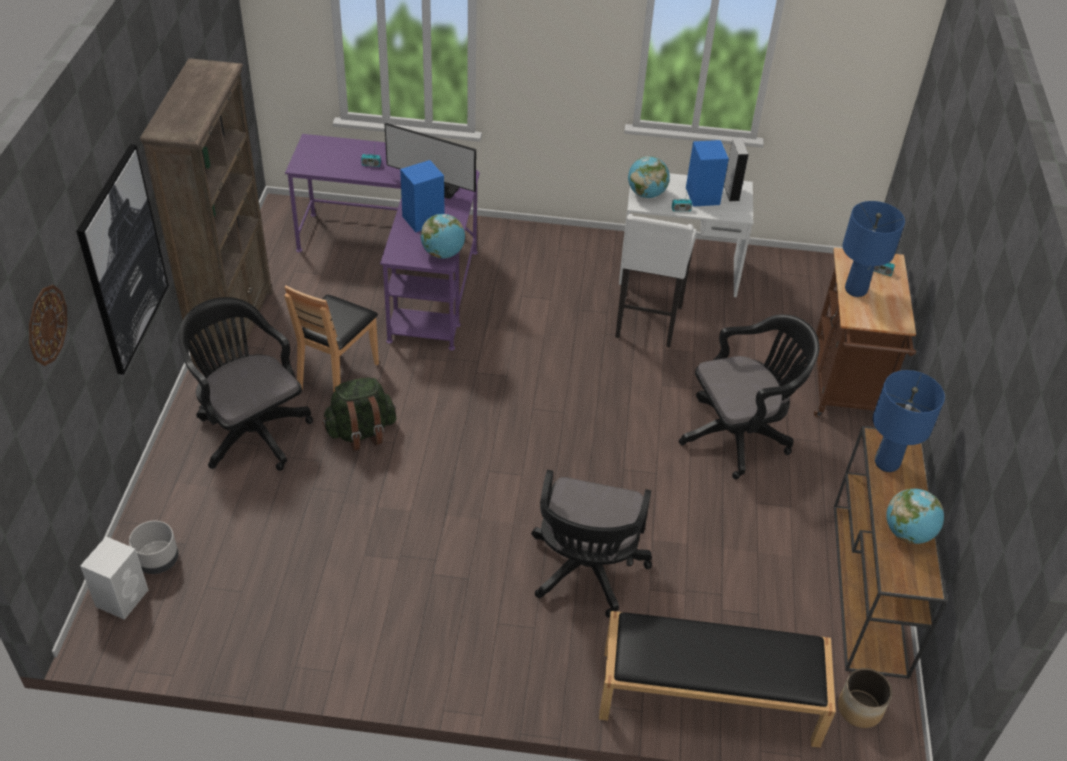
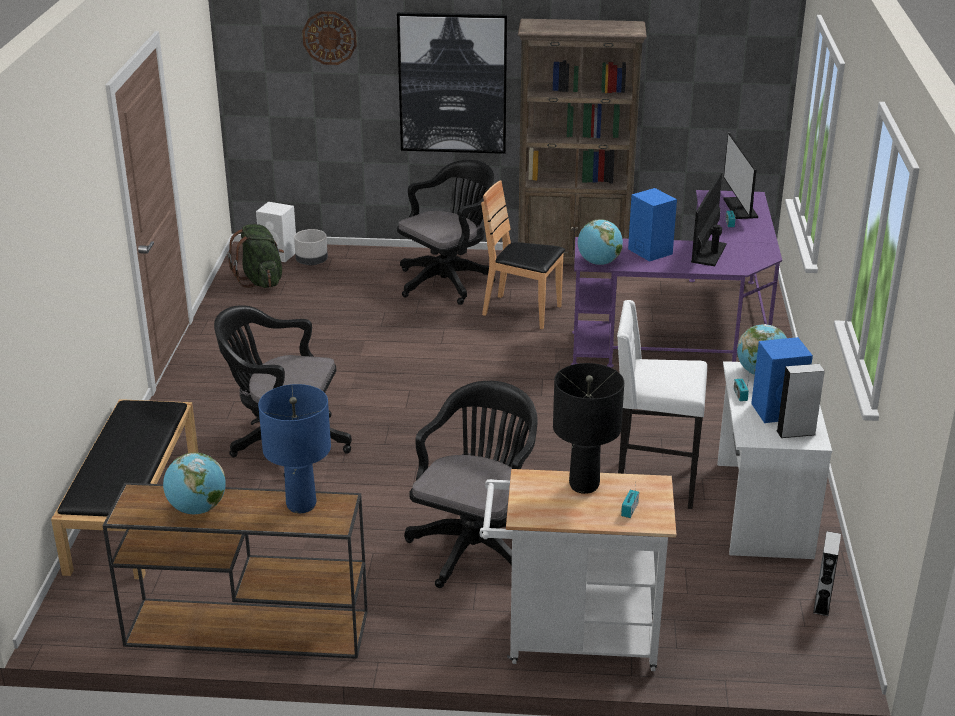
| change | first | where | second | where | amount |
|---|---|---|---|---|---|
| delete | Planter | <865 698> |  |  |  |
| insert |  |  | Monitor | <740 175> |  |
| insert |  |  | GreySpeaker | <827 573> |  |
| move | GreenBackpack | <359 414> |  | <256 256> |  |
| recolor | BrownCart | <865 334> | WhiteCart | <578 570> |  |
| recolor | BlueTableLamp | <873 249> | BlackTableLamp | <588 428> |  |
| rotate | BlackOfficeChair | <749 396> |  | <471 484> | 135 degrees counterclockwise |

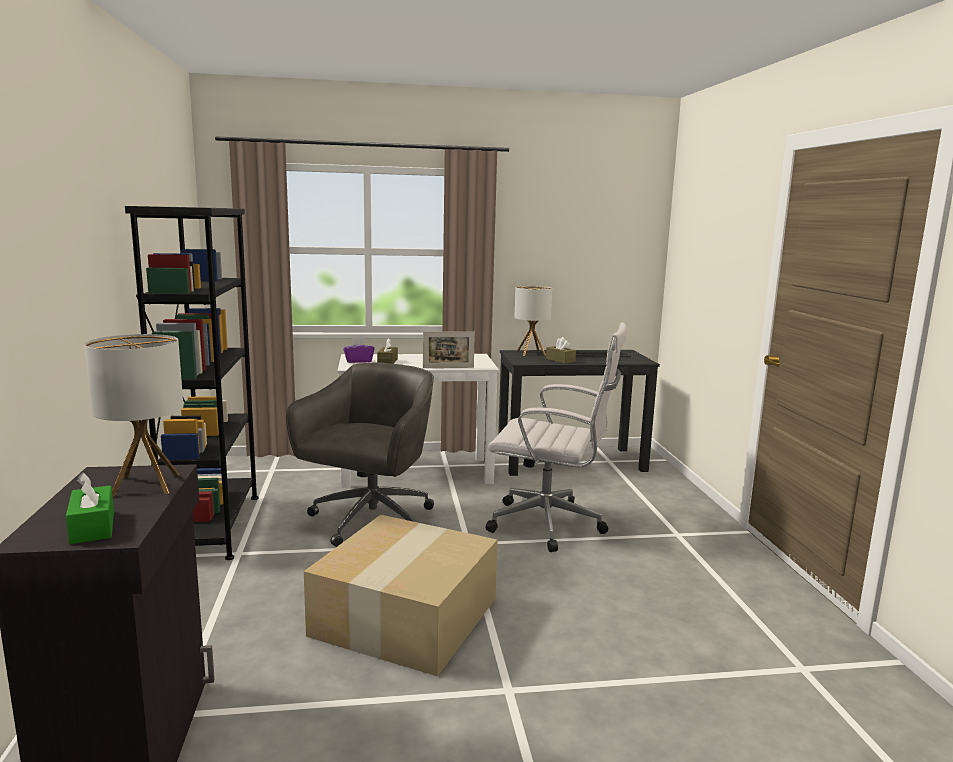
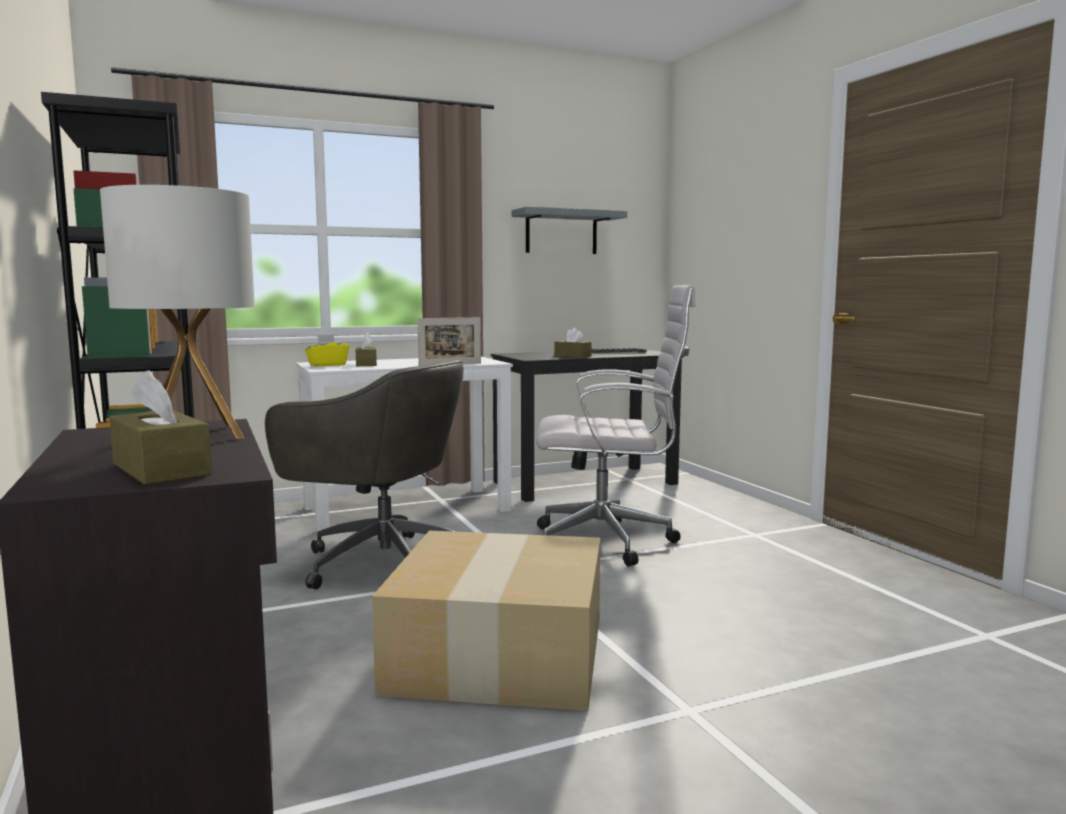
| change | first | where | second | where | amount |
|---|---|---|---|---|---|
| delete | TableLamp | <533 321> |  |  |  |
| insert |  |  | GreyShelf | <569 230> |  |
| recolor | GreenTissueBox | <90 508> | BrownTissueBox | <161 427> |  |
| recolor | PurpleTissueBox | <359 350> | YellowTissueBox | <327 350> |  |
| rotate | GreyOfficeChair | <360 455> |  | <364 474> | 105 degrees clockwise |

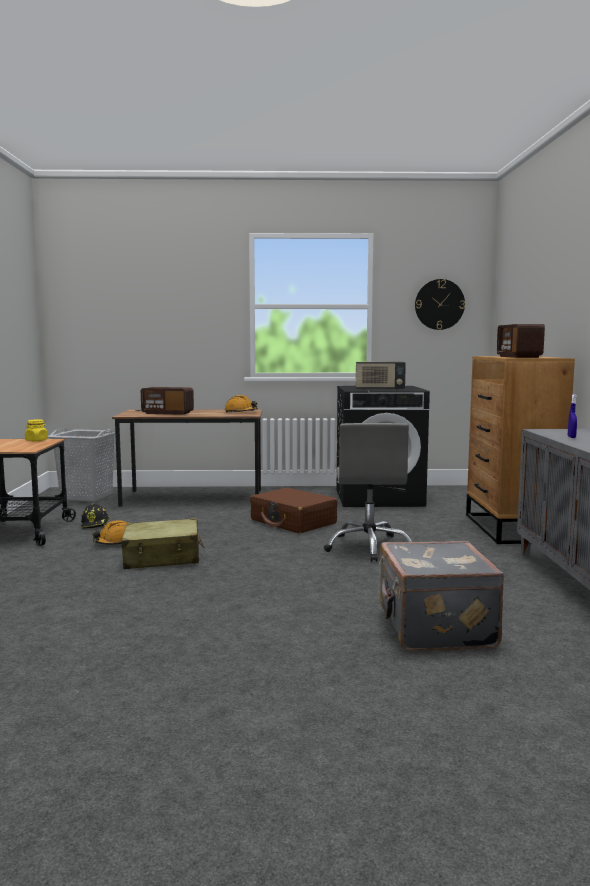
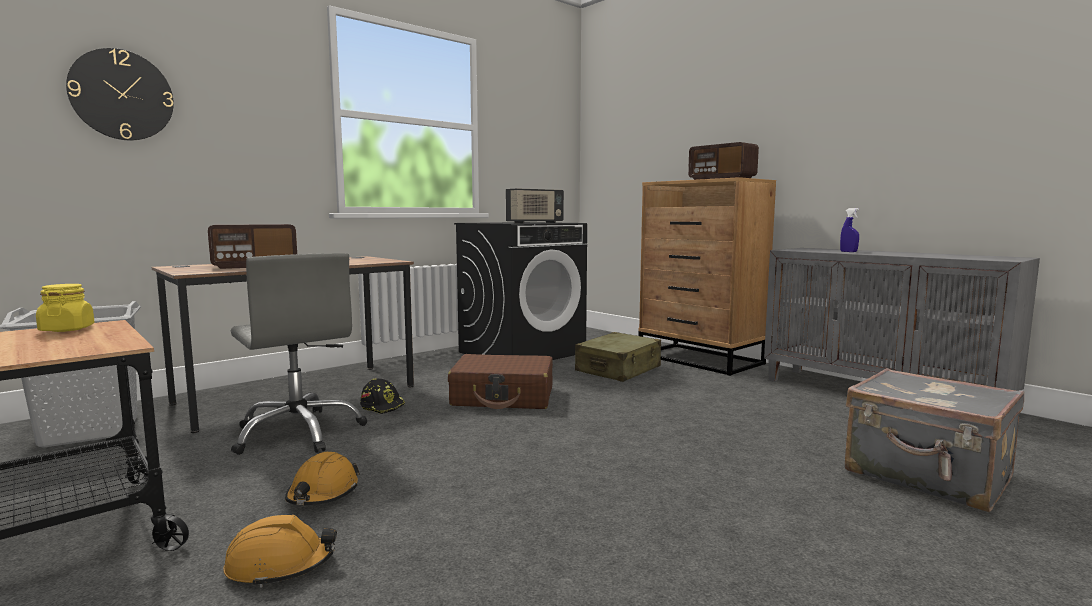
| change | first | where | second | where | amount |
|---|---|---|---|---|---|
| move | BlackHardHat | <95 516> |  | <382 396> |  |
| move | BeigeSuitcase | <162 543> |  | <618 357> |  |
| move | OrangeHardHat | <241 404> |  | <280 551> |  |
| move | GreyOfficeChair | <368 492> |  | <299 354> |  |
| move | WallClock | <440 304> |  | <120 94> |  |

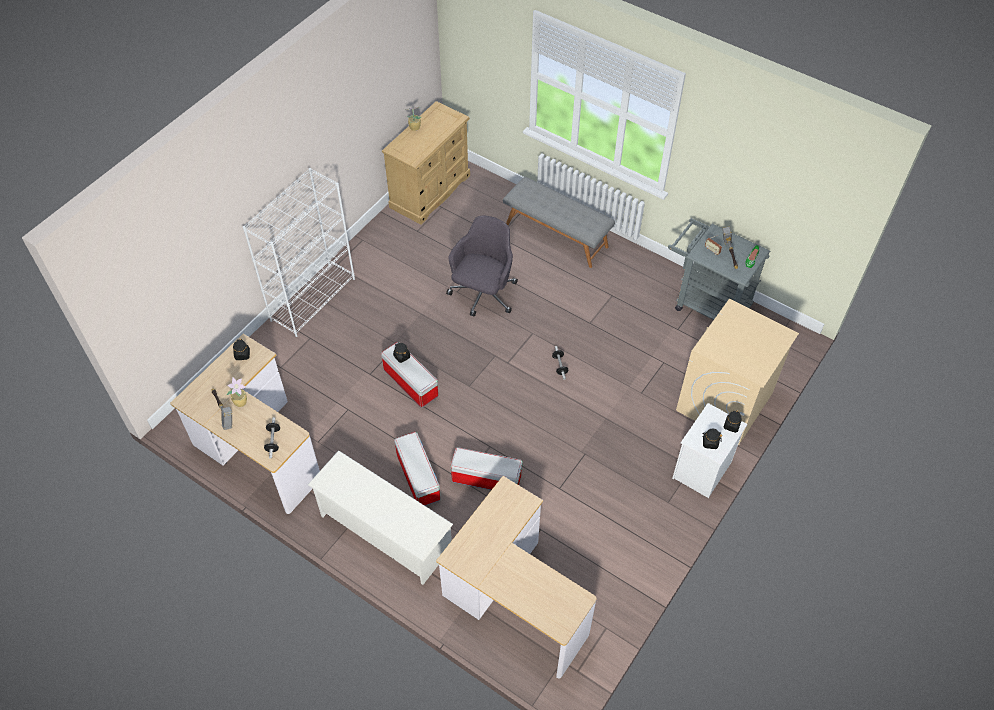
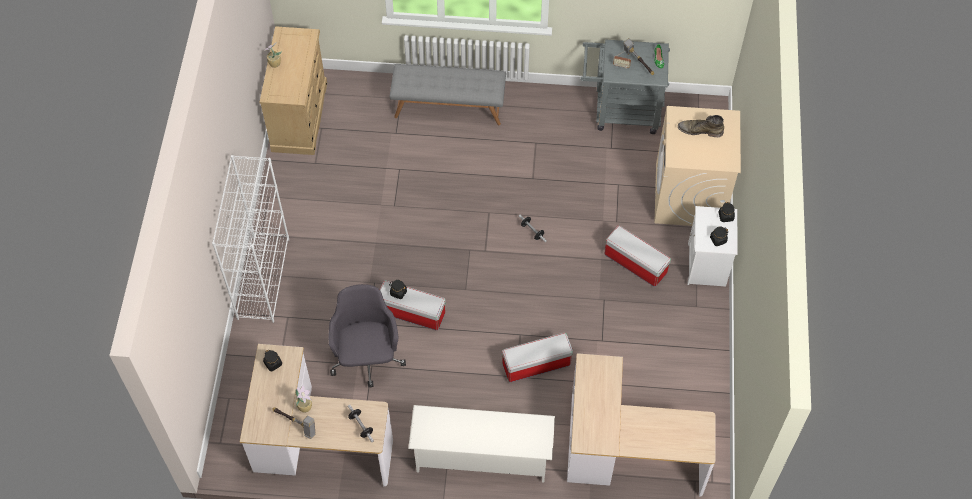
| change | first | where | second | where | amount |
|---|---|---|---|---|---|
| insert |  |  | GreenBoot | <701 126> |  |
| move | StorageBox | <417 469> |  | <637 256> |  |
| move | GreyOfficeChair | <482 266> |  | <367 335> |  |

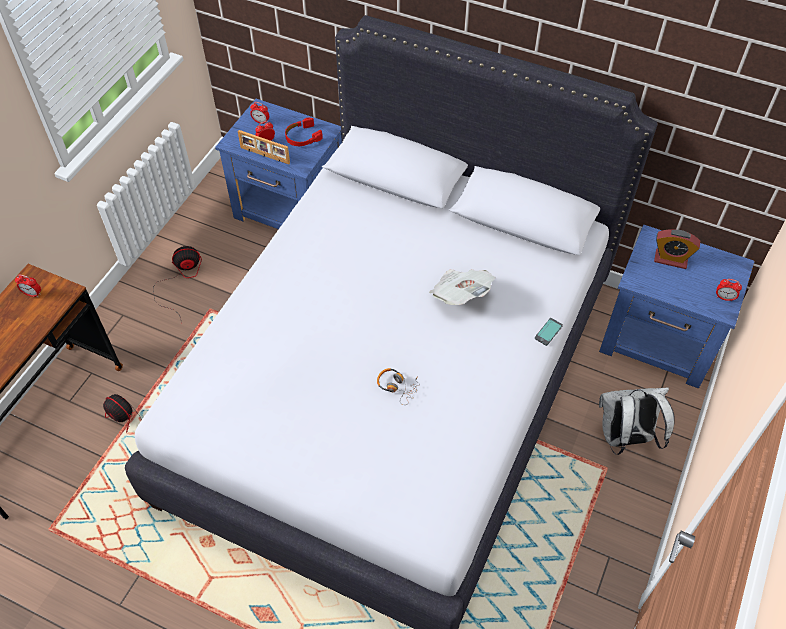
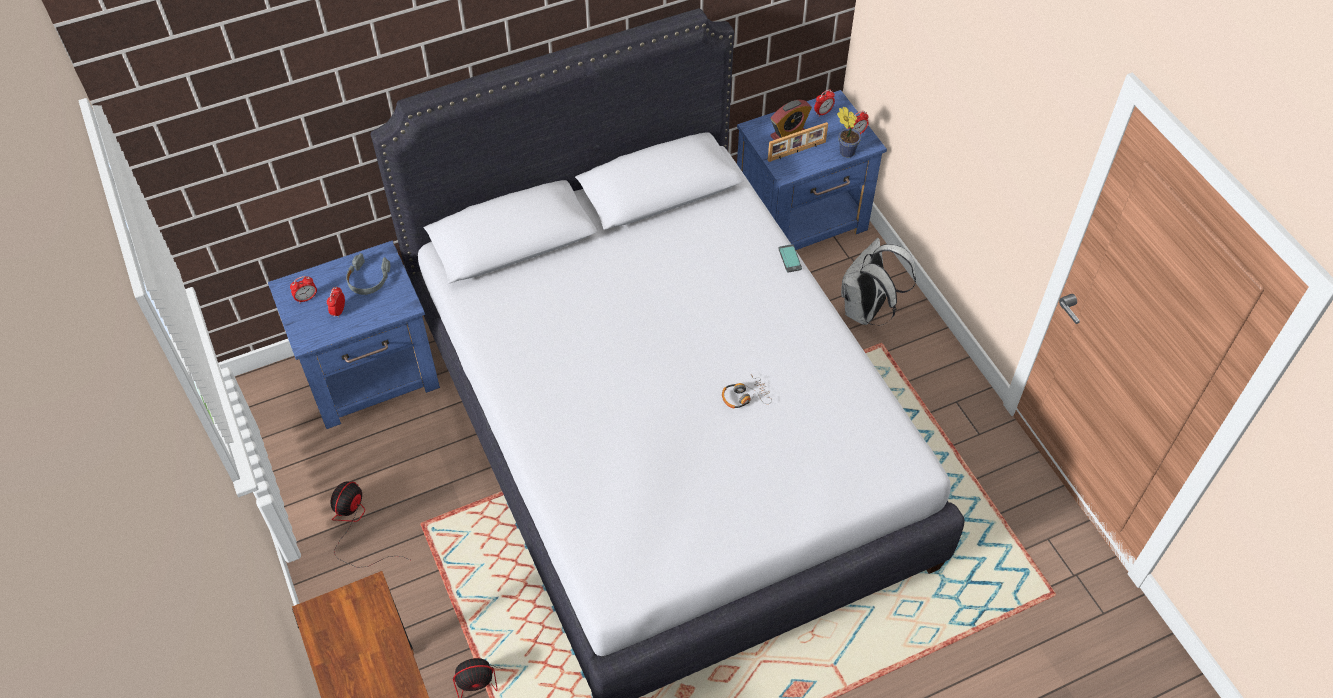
| change | first | where | second | where | amount |
|---|---|---|---|---|---|
| delete | Newspaper | <462 287> |  |  |  |
| insert |  |  | PottedPlant | <849 132> |  |
| move | AlarmClock | <28 286> |  | <824 103> |  |
| move | PictureFrame | <264 147> |  | <798 142> |  |
| recolor | RedHeadphones | <304 132> | GreyHeadphones | <368 274> |  |

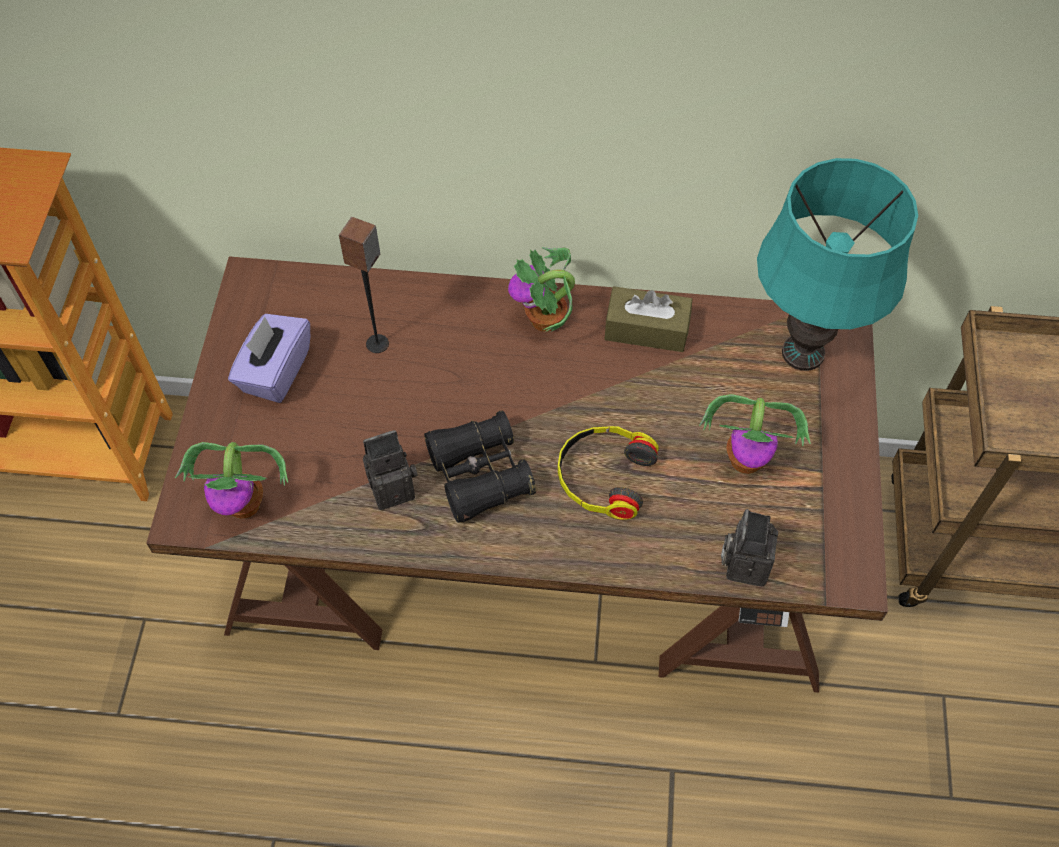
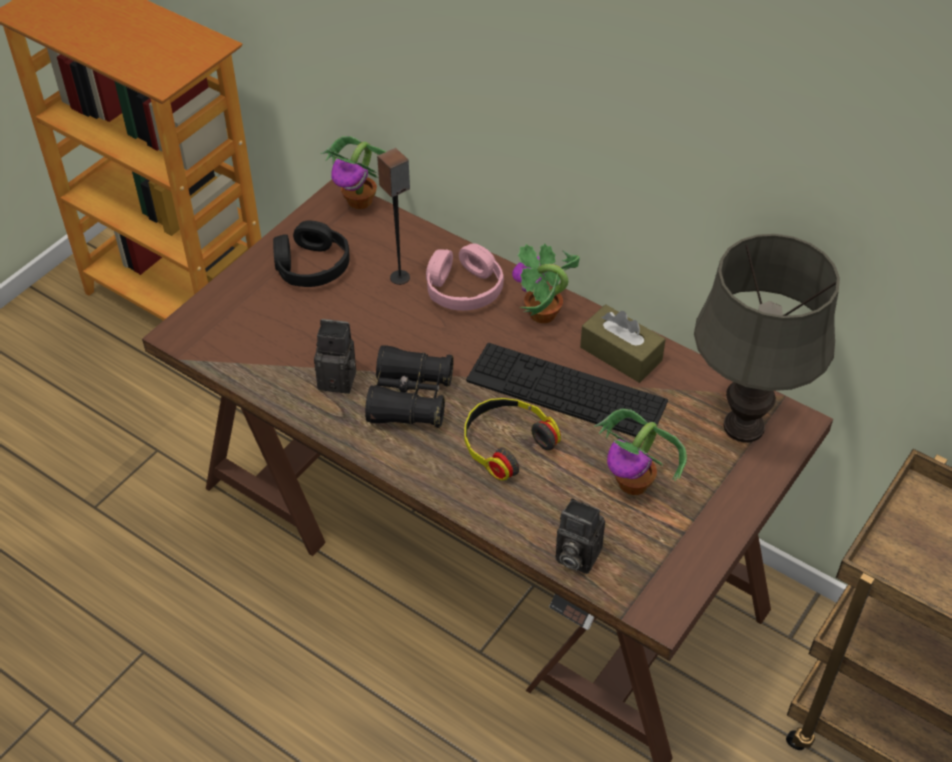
| change | first | where | second | where | amount |
|---|---|---|---|---|---|
| insert |  |  | PinkHeadphones | <465 277> |  |
| insert |  |  | Keyboard | <567 391> |  |
| move | PottedPlant | <231 480> |  | <353 172> |  |
| replace | PurpleTissueBox | <269 358> | BlackHeadphones | <311 253> |  |
| recolor | TurquoiseTableLamp | <837 264> | GreyTableLamp | <767 338> |  |
| rotate | PhotoCamera | <749 548> |  | <580 536> | 105 degrees counterclockwise |

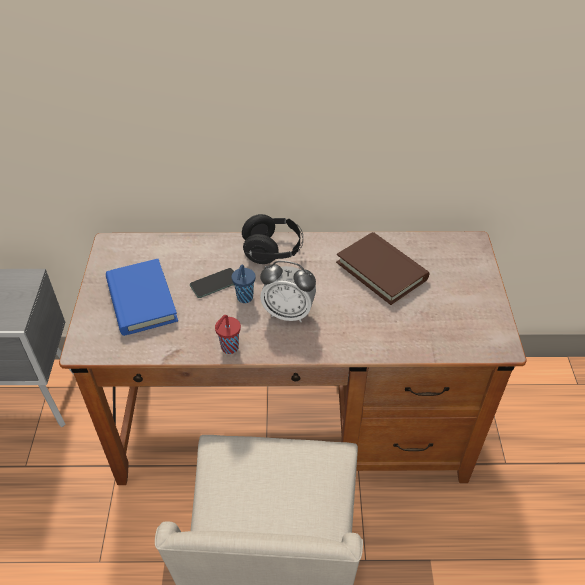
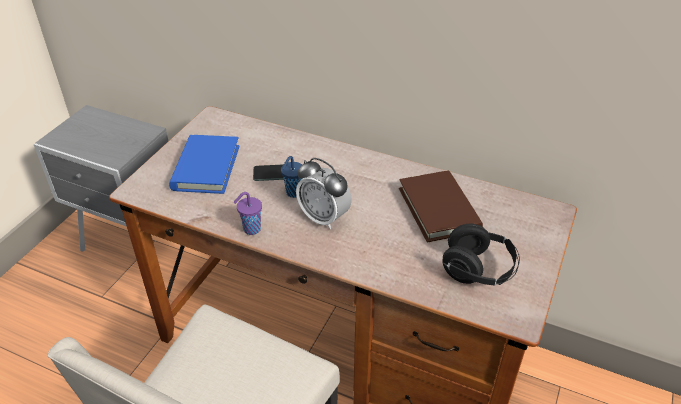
| change | first | where | second | where | amount |
|---|---|---|---|---|---|
| move | BlackHeadphones | <272 239> |  | <481 255> |  |
| recolor | RedCup | <228 334> | PurpleCup | <247 213> |  |

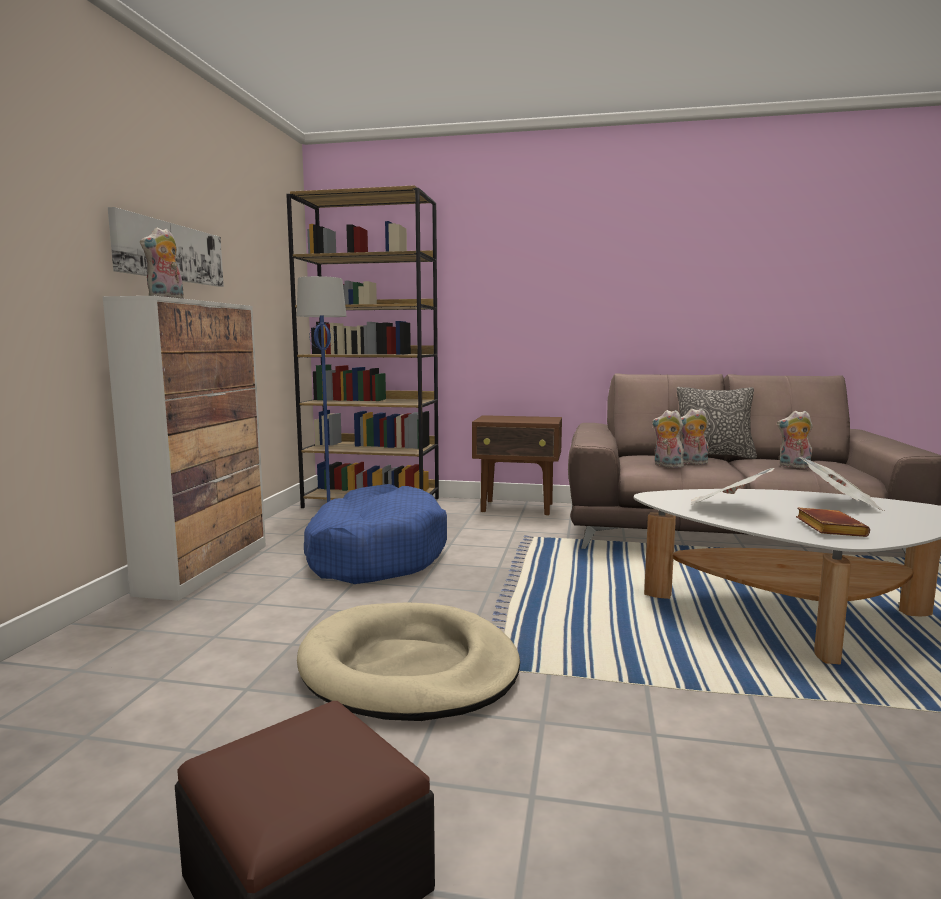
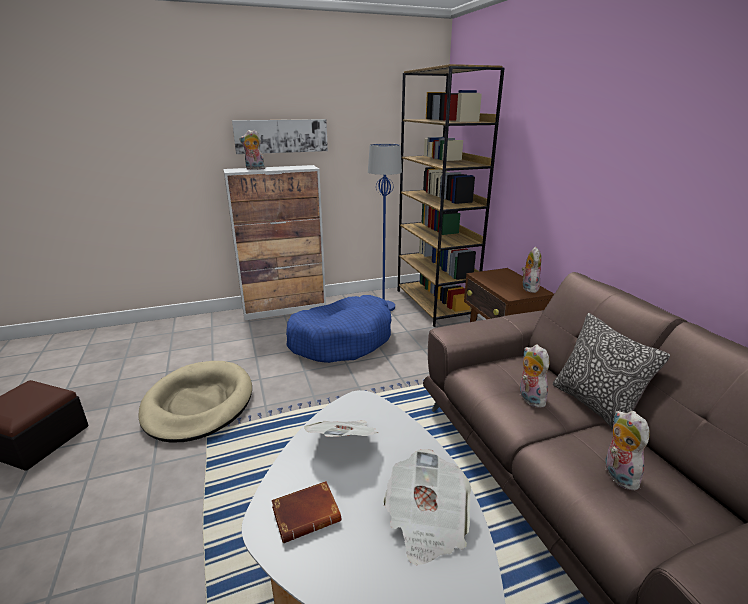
| change | first | where | second | where | amount |
|---|---|---|---|---|---|
| move | PlushToy | <668 439> |  | <531 269> |  |

